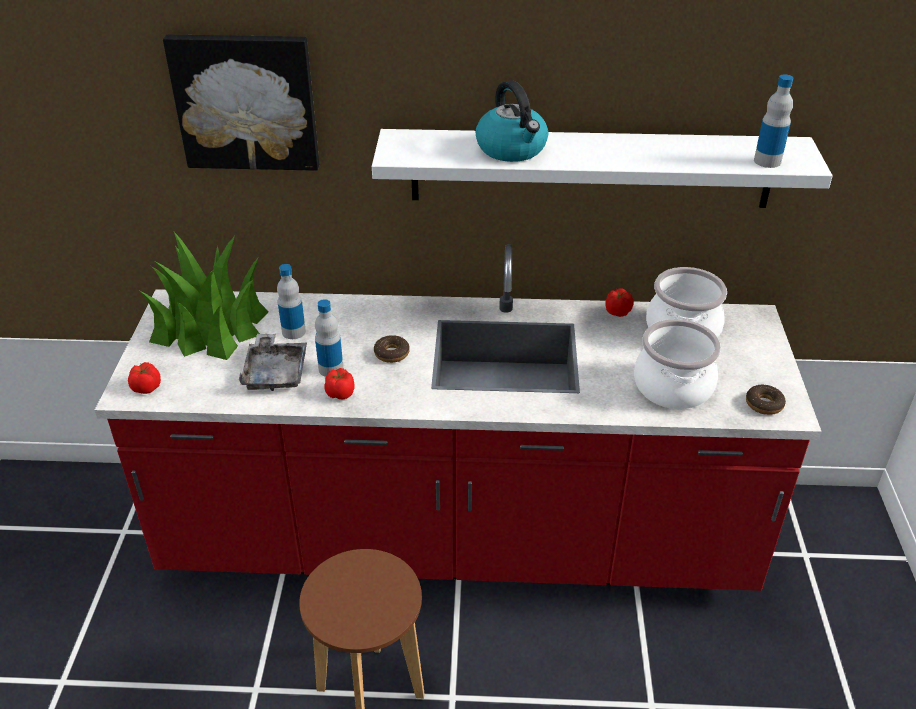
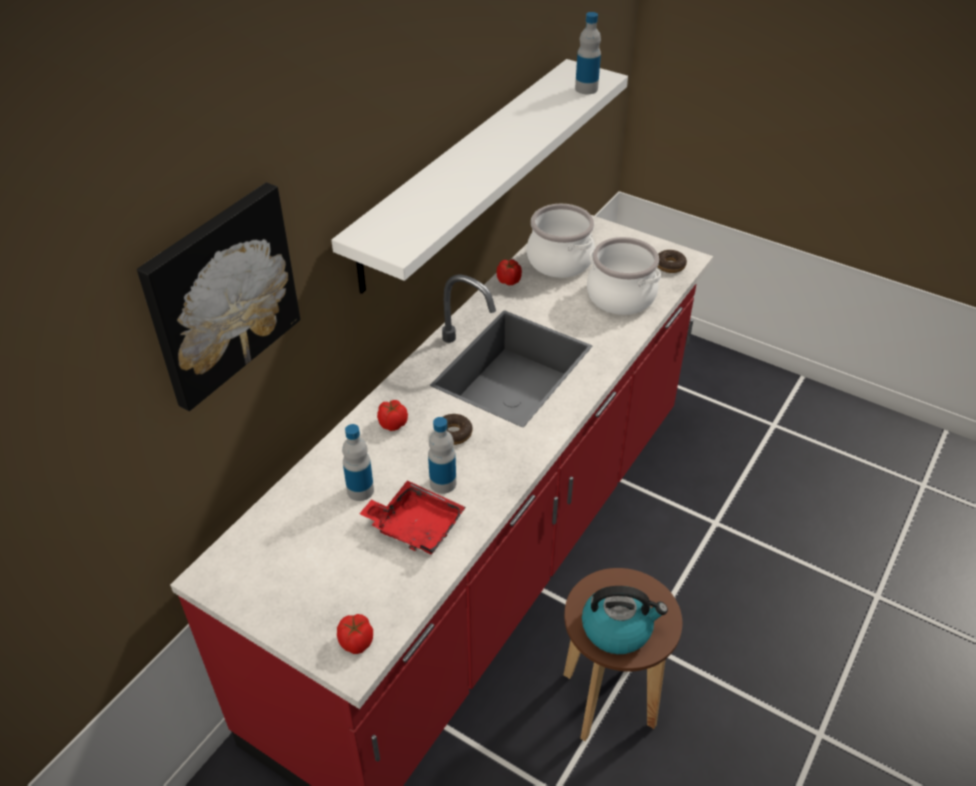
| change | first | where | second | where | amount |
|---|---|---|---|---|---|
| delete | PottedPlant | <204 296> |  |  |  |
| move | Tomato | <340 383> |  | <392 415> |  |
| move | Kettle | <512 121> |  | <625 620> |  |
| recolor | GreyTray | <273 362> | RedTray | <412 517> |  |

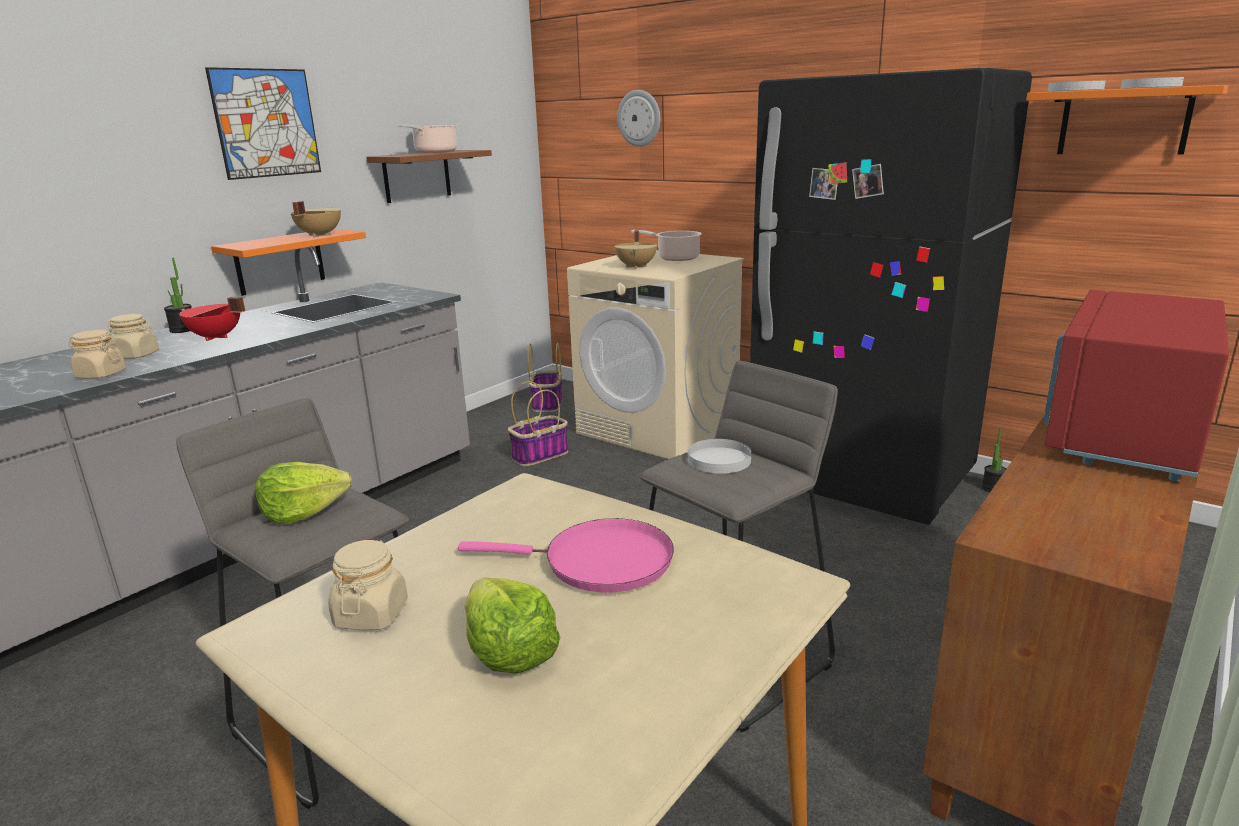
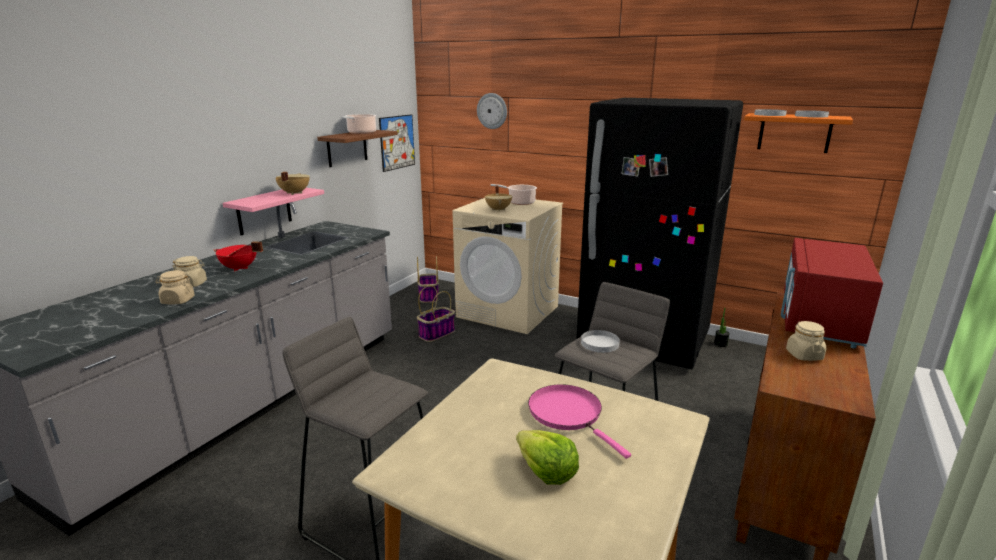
| change | first | where | second | where | amount |
|---|---|---|---|---|---|
| delete | PottedPlant | <178 295> |  |  |  |
| delete | Lettuce | <303 493> |  |  |  |
| move | Picture | <263 123> |  | <397 143> |  |
| move | BeigeJar | <368 585> |  | <806 341> |  |
| recolor | OrangeShelf | <288 262> | PinkShelf | <273 211> |  |
| rotate | PinkFryingPan | <566 555> |  | <579 421> | 120 degrees counterclockwise |

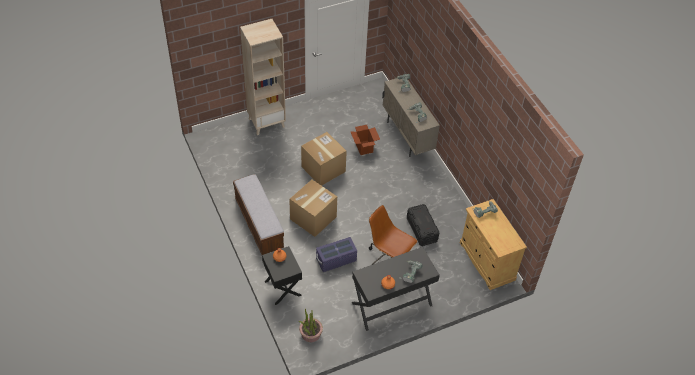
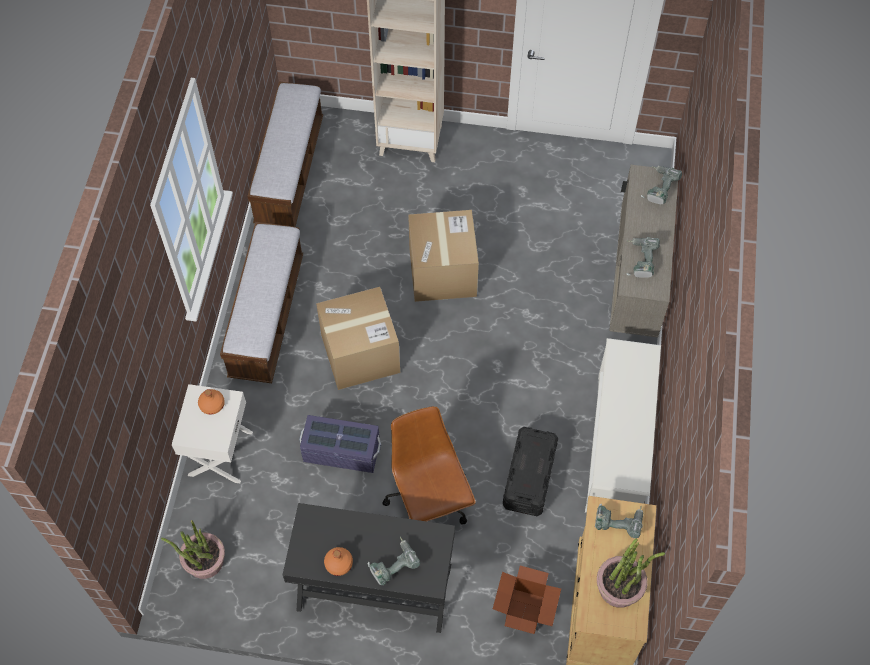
| change | first | where | second | where | amount |
|---|---|---|---|---|---|
| insert |  |  | Bench | <285 154> |  |
| insert |  |  | WhiteShoeRack | <623 425> |  |
| insert |  |  | PottedPlant | <631 573> |  |
| move | CardboardBox | <365 140> |  | <527 600> |  |
| recolor | BlackNightstand | <282 275> | WhiteNightstand | <212 433> |  |

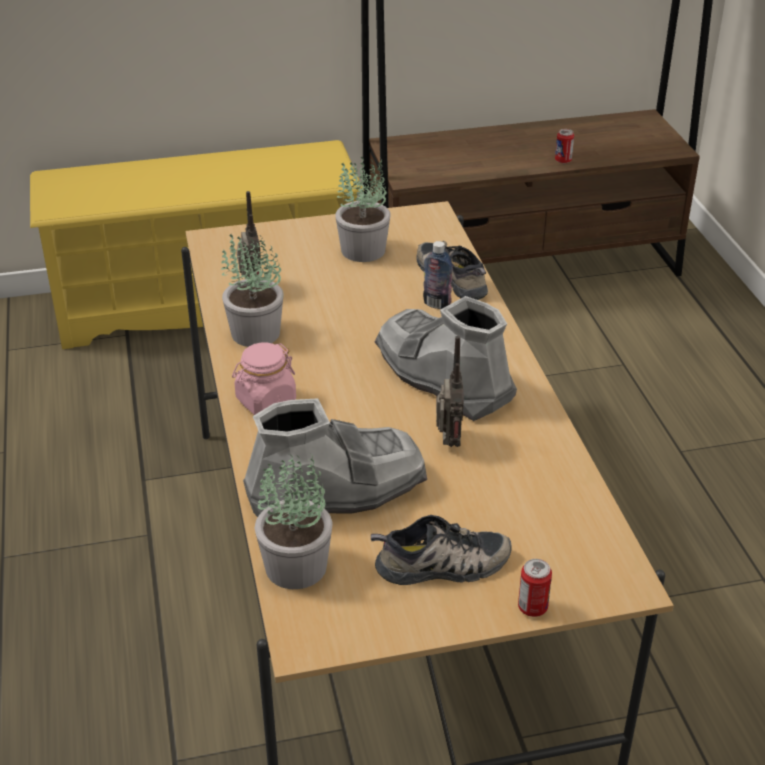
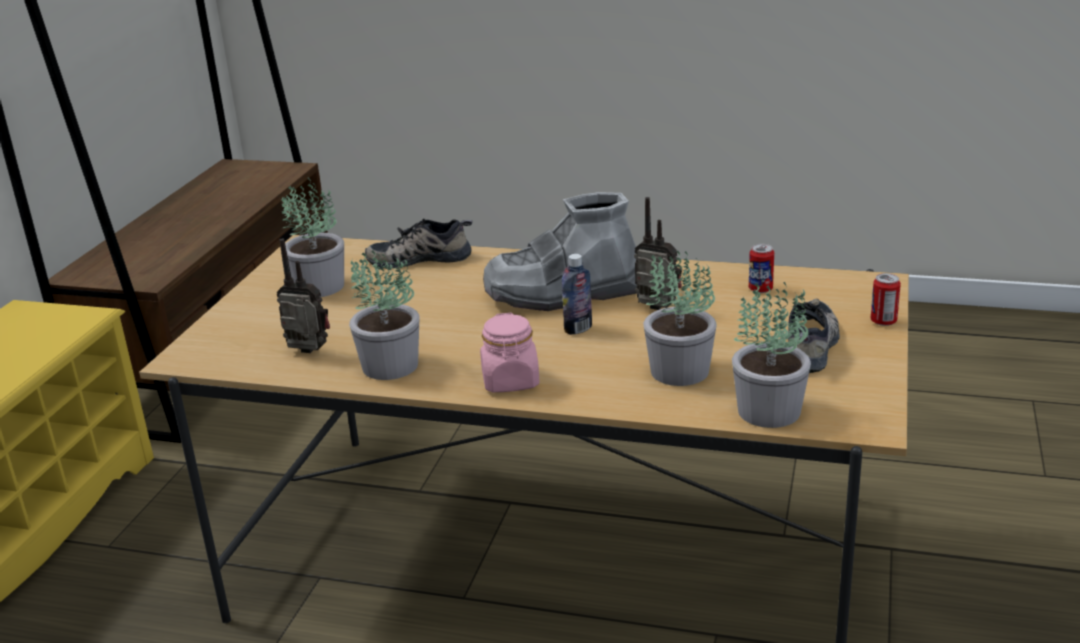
| change | first | where | second | where | amount |
|---|---|---|---|---|---|
| move | Bottle | <438 275> |  | <577 294> |  |
| move | Can | <564 146> |  | <761 268> |  |
| replace | GreyBoot | <335 457> | PottedPlant | <680 318> |  |

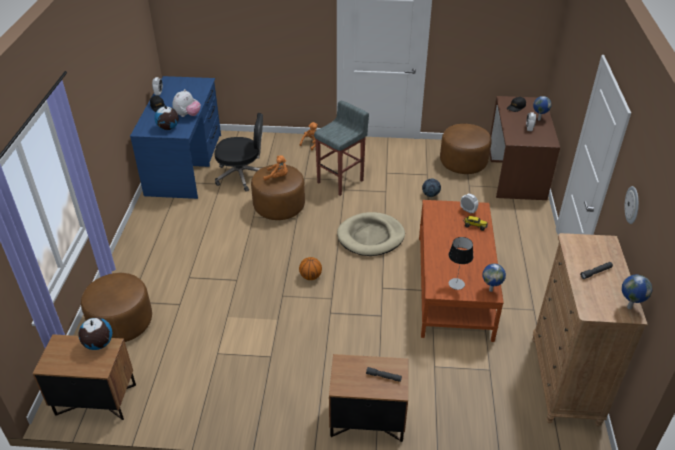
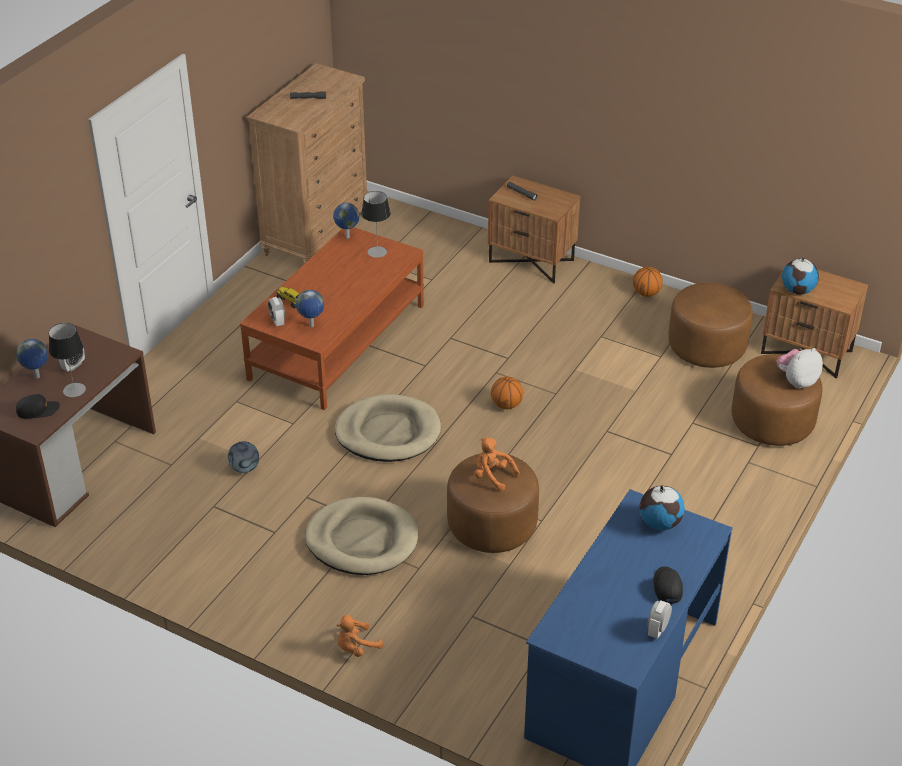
| change | first | where | second | where | amount |
|---|---|---|---|---|---|
| delete | BlackOfficeChair | <238 152> |  |  |  |
| delete | WallClock | <631 205> |  |  |  |
| insert |  |  | TableLamp | <67 360> |  |
| insert |  |  | Basketball | <648 282> |  |
| move | PlushToy | <186 103> |  | <799 368> |  |
| move | BrownOttoman | <466 149> |  | <710 325> |  |
| move | Globe | <637 292> |  | <310 308> |  |
| replace | GreyStool | <341 148> | BeigeDogBed | <361 536> |  |

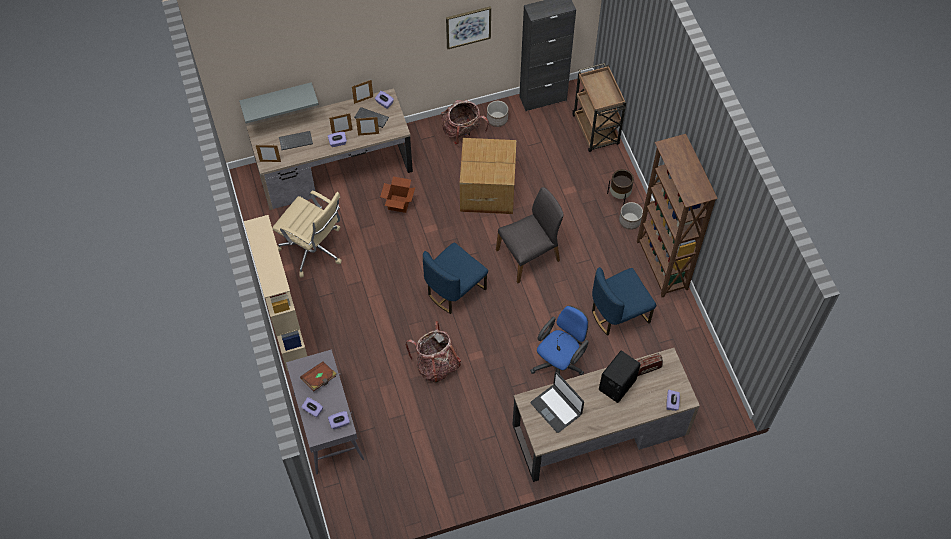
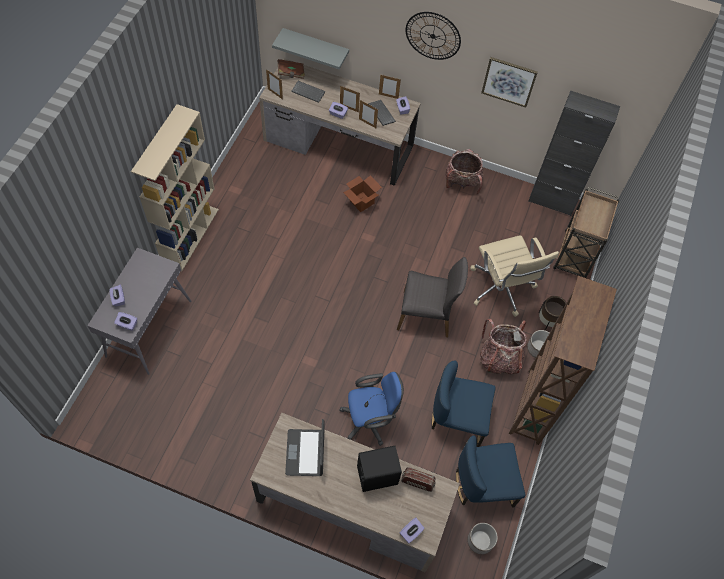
| change | first | where | second | where | amount |
|---|---|---|---|---|---|
| delete | CardboardBox | <488 176> |  |  |  |
| insert |  |  | WallClock | <433 36> |  |
| move | BeigeOfficeChair | <307 233> |  | <514 276> |  |
| move | BrownBook | <318 376> |  | <291 69> |  |
| move | Backpack | <433 352> |  | <503 346> |  |
| move | BlueChair | <455 278> |  | <490 472> |  |
| move | Planter | <497 114> |  | <482 539> |  |

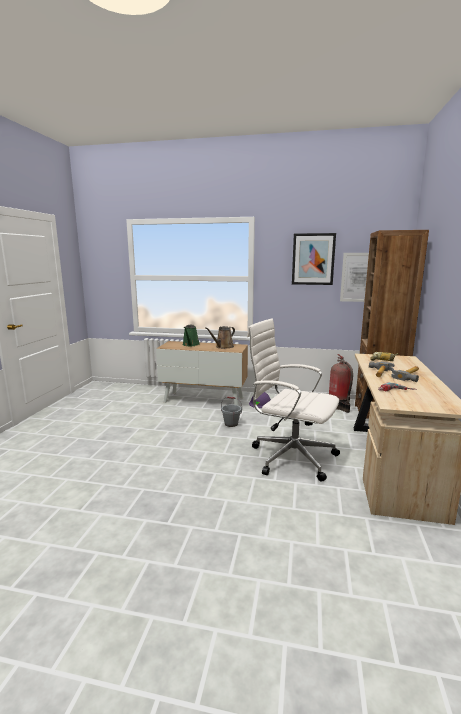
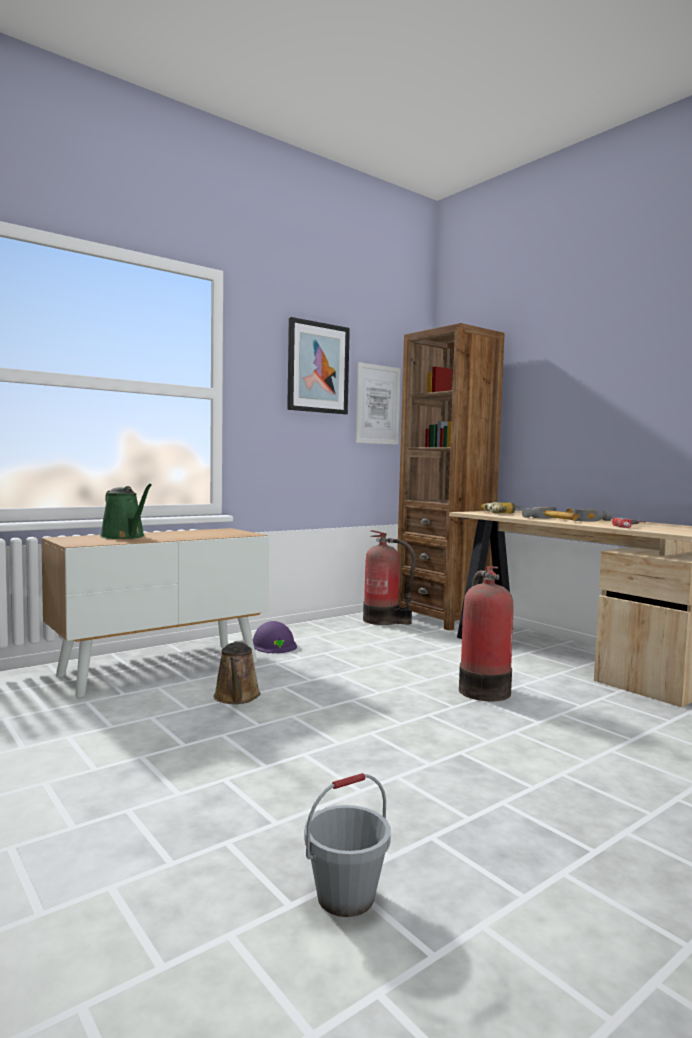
| change | first | where | second | where | amount |
|---|---|---|---|---|---|
| move | BrownWateringCan | <220 337> |  | <237 672> |  |
| move | GreyBucket | <231 411> |  | <347 845> |  |
| replace | WhiteOfficeChair | <293 400> | FireExtinguisher | <486 633> |  |

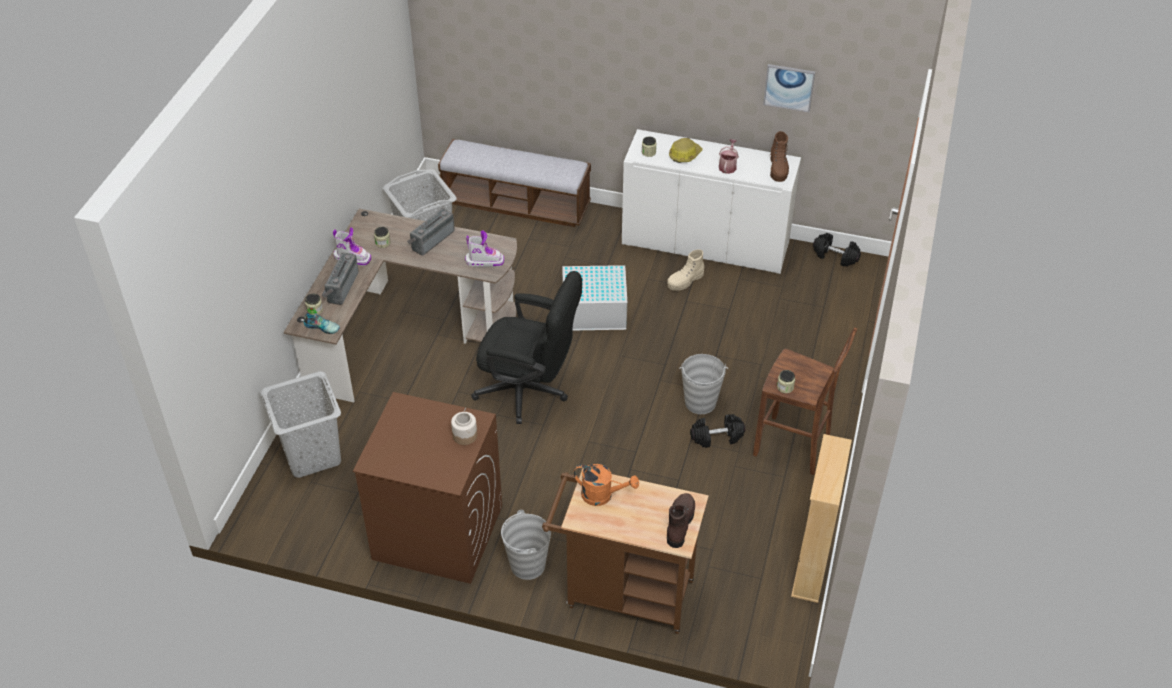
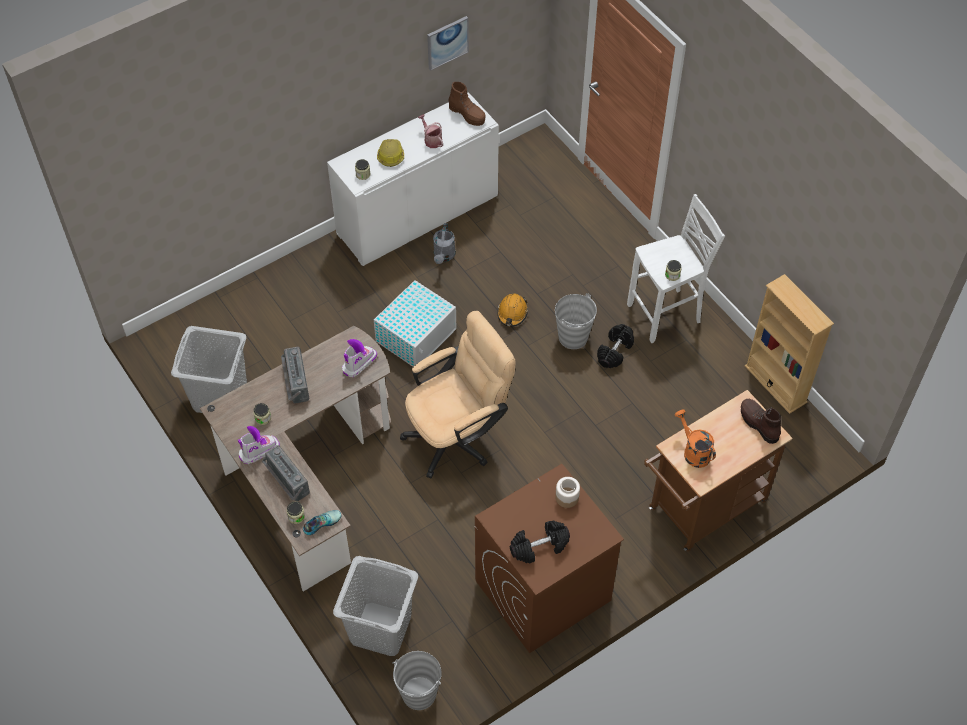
| change | first | where | second | where | amount |
|---|---|---|---|---|---|
| delete | Bench | <514 183> |  |  |  |
| insert |  |  | OrangeHardHat | <512 310> |  |
| move | GreyBucket | <526 545> |  | <417 680> |  |
| move | BlackDumbbell | <837 250> |  | <540 541> |  |
| replace | BeigeBoot | <686 270> | GreyWateringCan | <444 243> |  |
| recolor | BlackOfficeChair | <526 347> | BeigeOfficeChair | <458 394> |  |
| recolor | BrownStool | <805 401> | WhiteStool | <676 268> |  |
| rotate | OrangeWateringCan | <606 485> |  | <695 438> | 90 degrees counterclockwise |

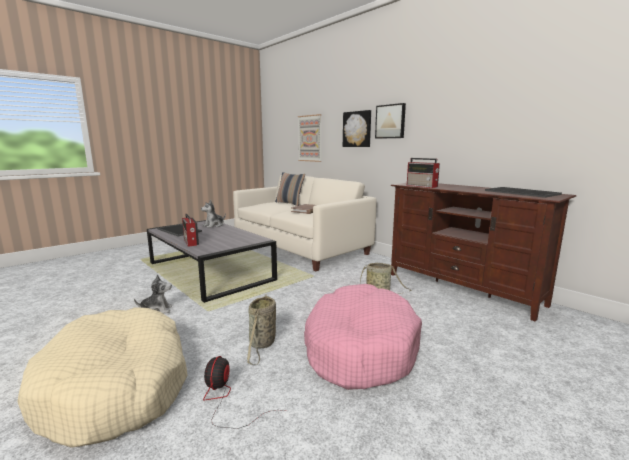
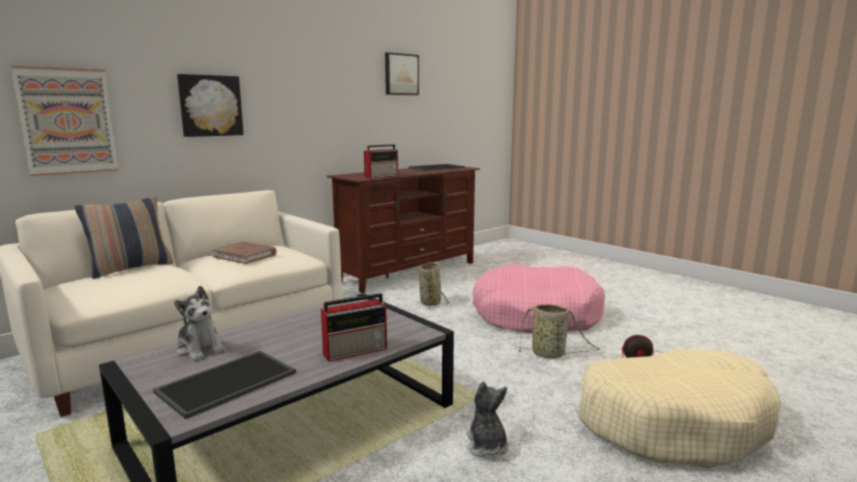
| change | first | where | second | where | amount |
|---|---|---|---|---|---|
| move | Picture | <390 121> |  | <402 73> |  |

